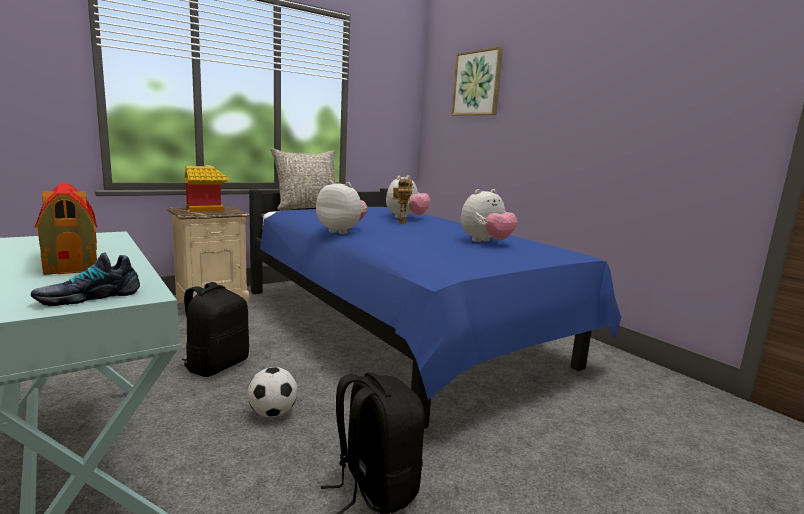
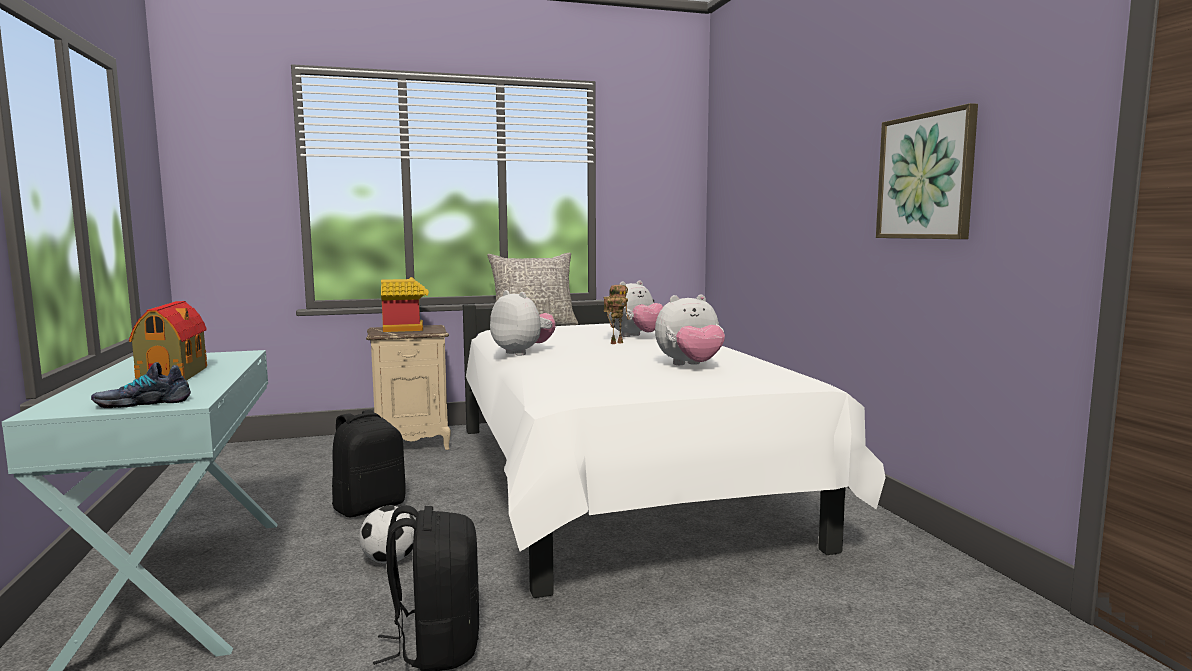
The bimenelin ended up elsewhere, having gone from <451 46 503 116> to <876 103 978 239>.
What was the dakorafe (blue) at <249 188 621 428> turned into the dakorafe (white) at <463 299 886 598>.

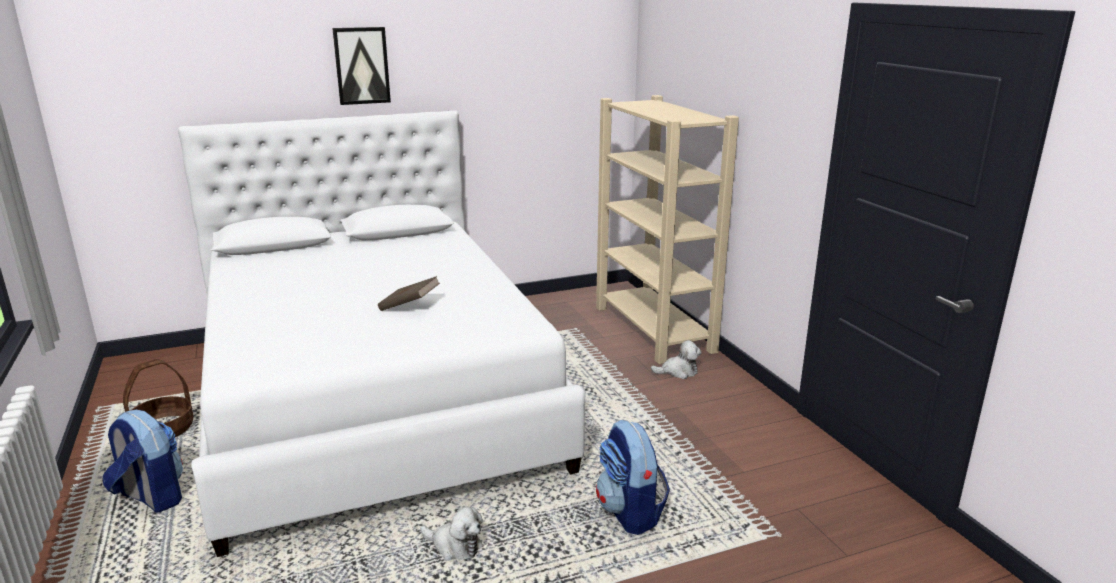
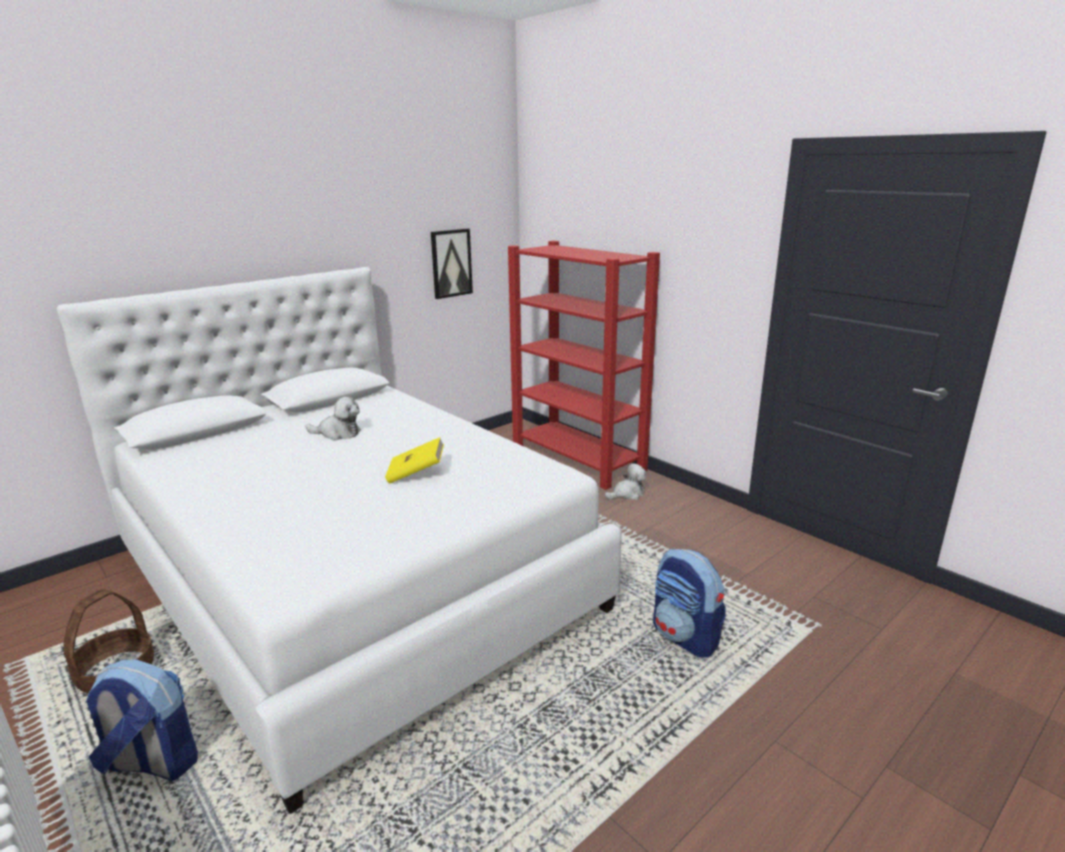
The bimenelin ended up elsewhere, having gone from <332 27 391 105> to <431 228 473 299>.
What was the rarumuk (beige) at <596 95 739 364> turned into the rarumuk (red) at <508 241 660 490>.
What was the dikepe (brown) at <378 276 440 311> turned into the dikepe (yellow) at <385 437 444 484>.
The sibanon ended up elsewhere, having gone from <420 507 483 561> to <305 397 361 441>.

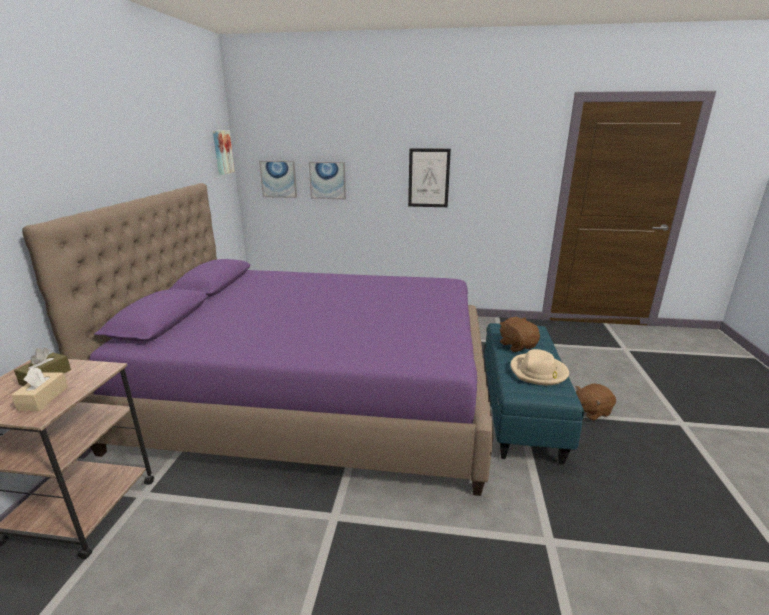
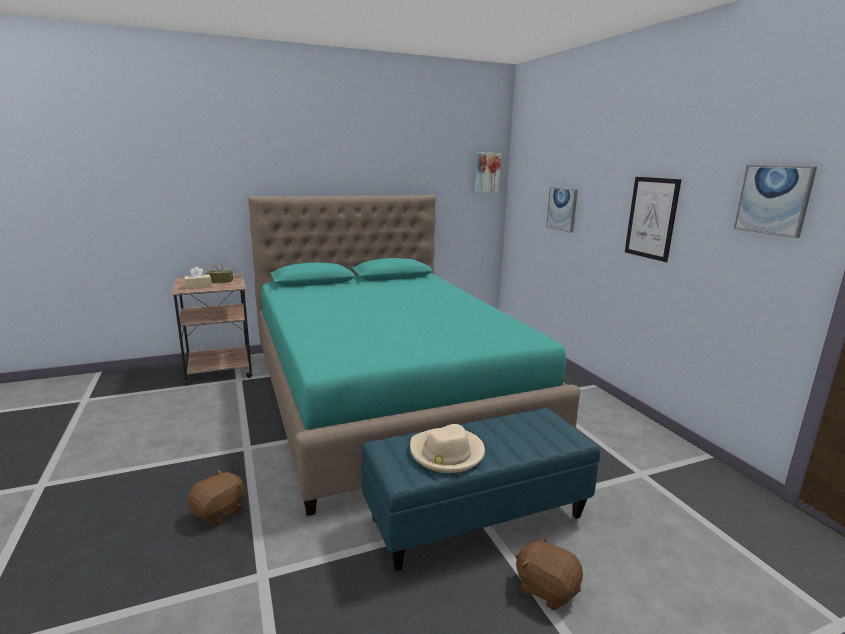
The bimenelin ended up elsewhere, having gone from <259 161 297 198> to <734 165 817 238>.
What was the dakorafe (purple) at <22 183 494 496> turned into the dakorafe (turquoise) at <248 195 581 516>.
The sibanon (brown) ended up elsewhere, having gone from <500 317 540 352> to <188 470 246 526>.

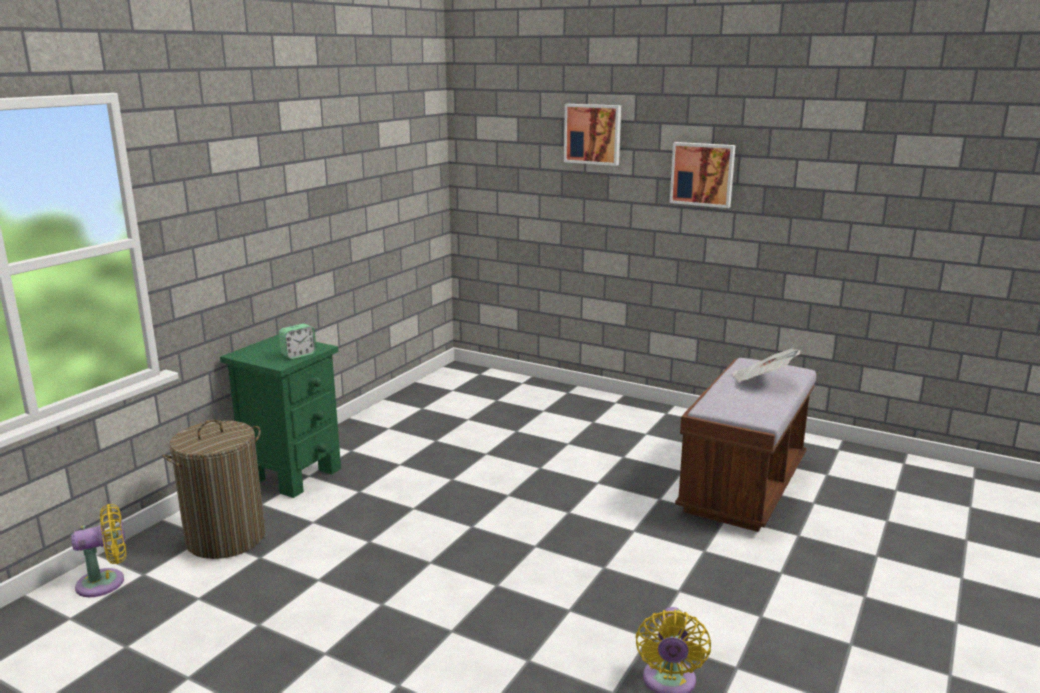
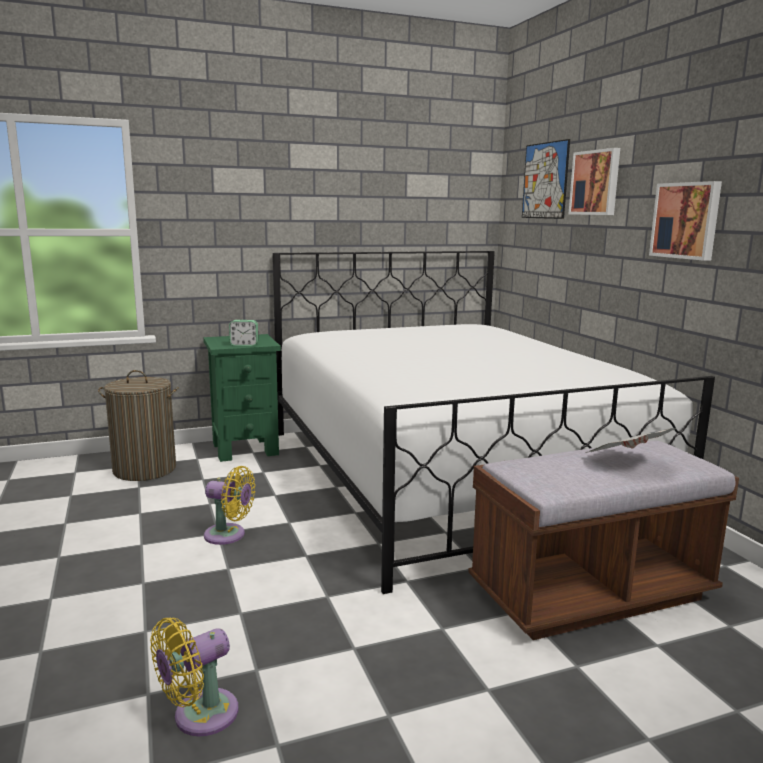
The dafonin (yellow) ended up elsewhere, having gone from <71 504 126 597> to <204 466 255 545>.
The second view gained the bimenelin at <522 139 570 219>.
The second view gained the dakorafe (white) at <272 251 715 594>.

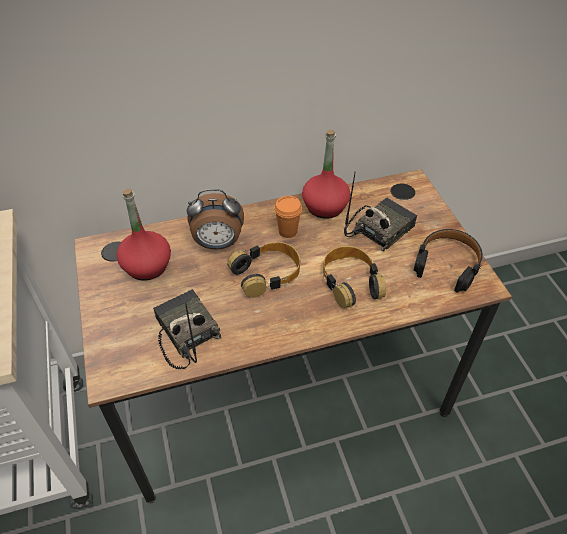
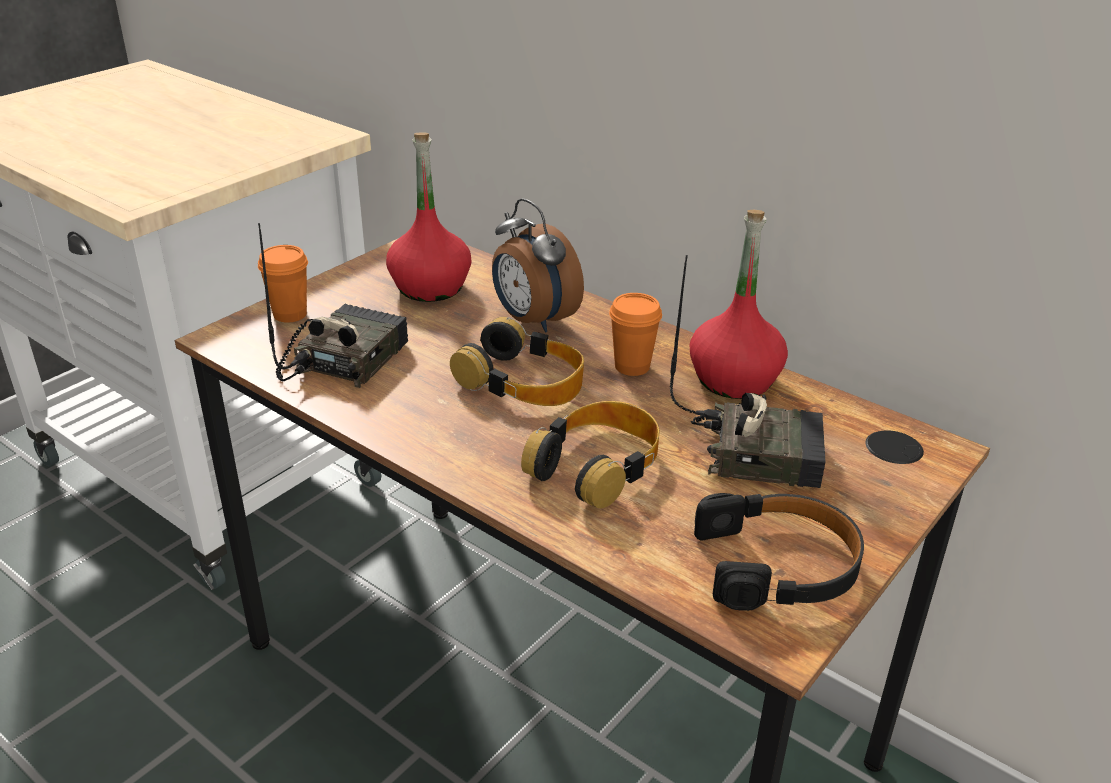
The second view gained the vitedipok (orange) at <258 245 308 323>.

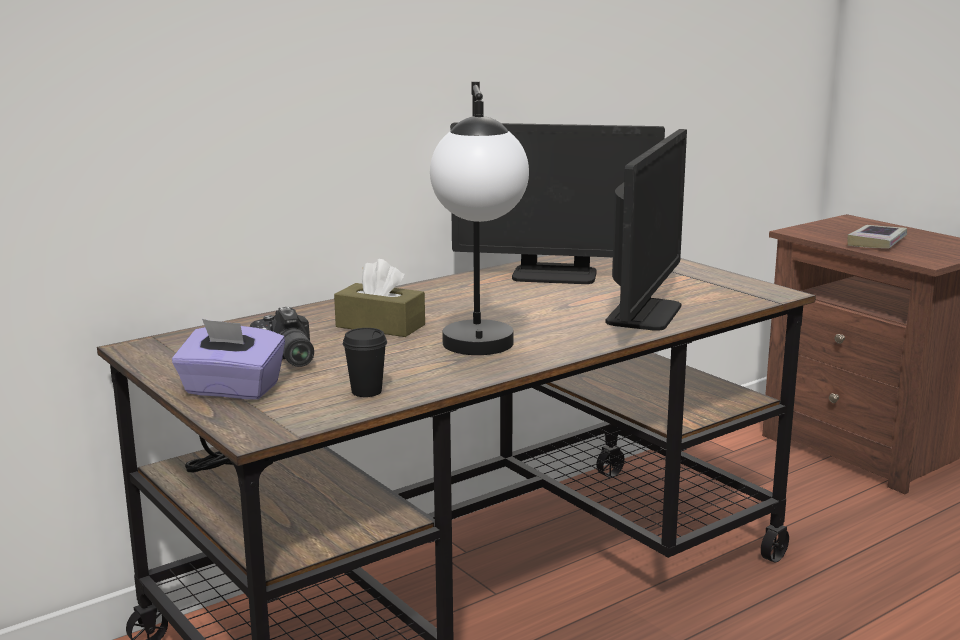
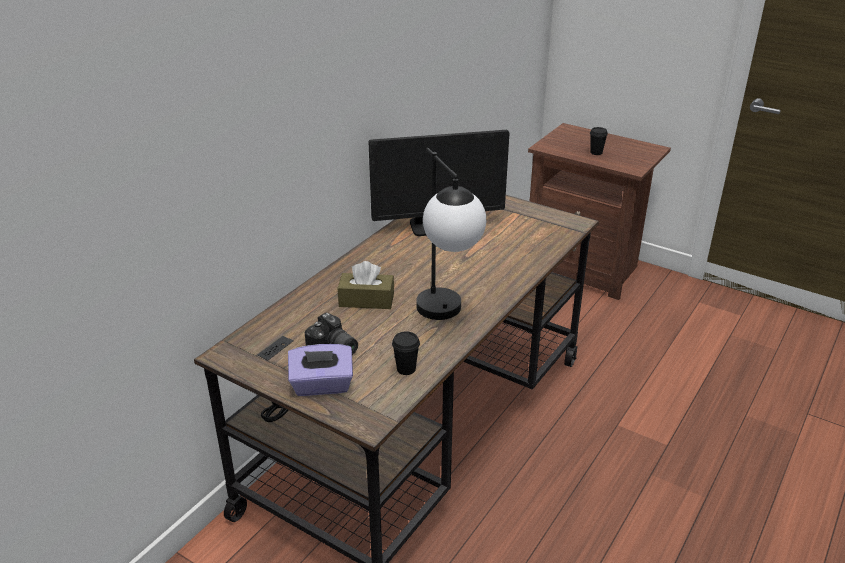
The second view lost the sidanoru at <605 129 687 330>.
Where the dikepe stood at <847 225 907 248>, the vitedipok (black) came to stand at <590 127 608 155>.

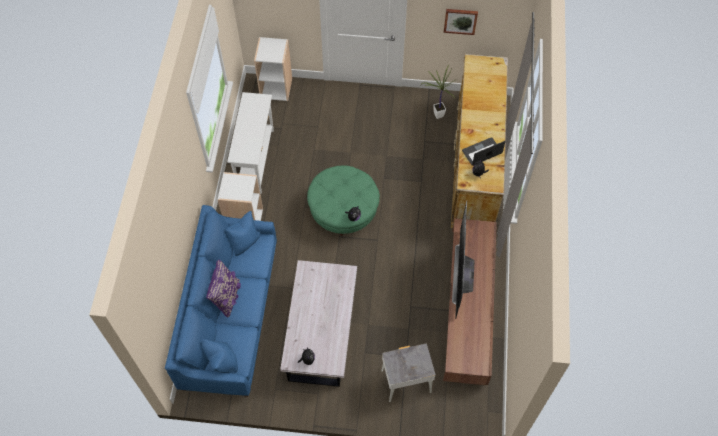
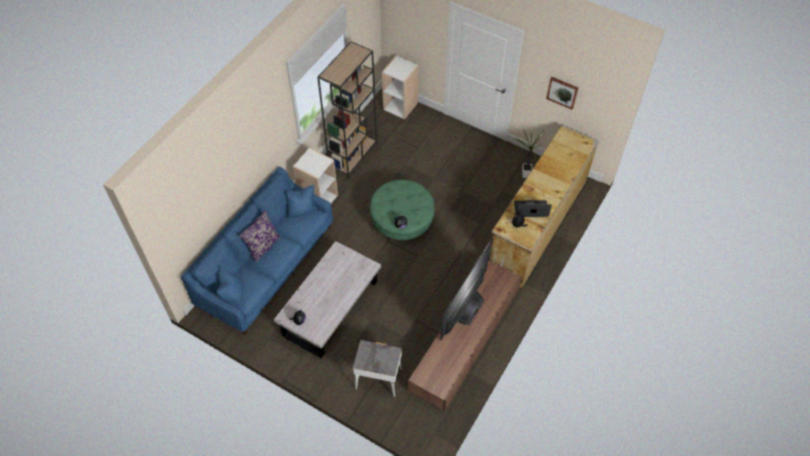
Where the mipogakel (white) stood at <227 92 274 194>, the rarumuk came to stand at <317 41 377 178>.

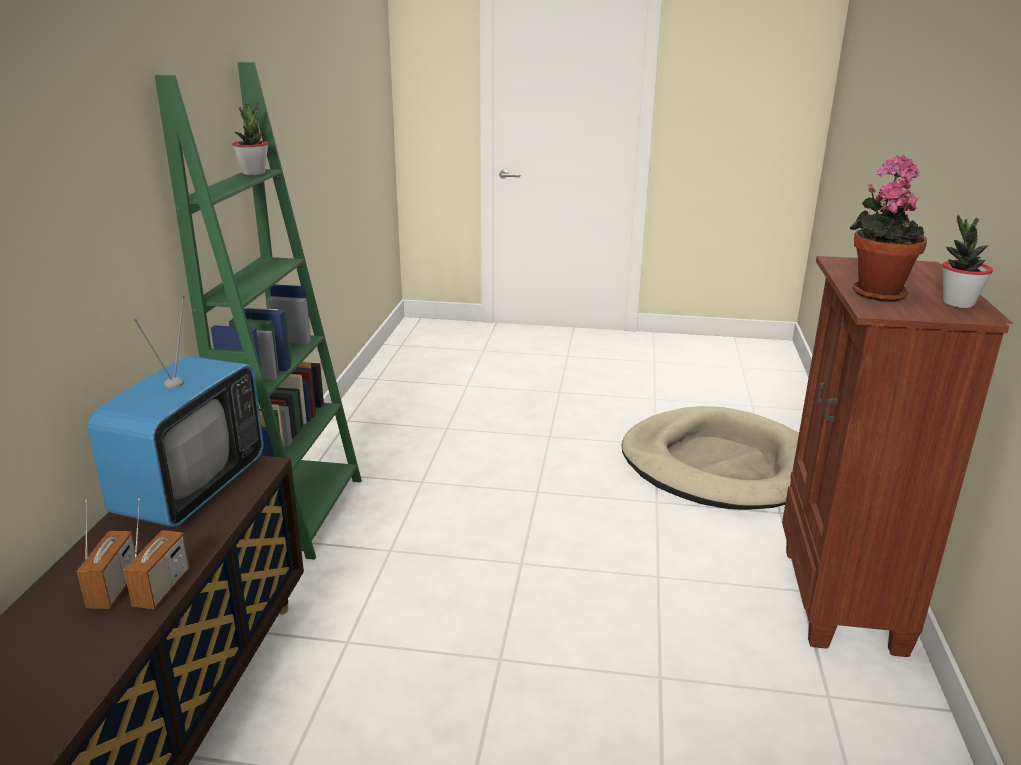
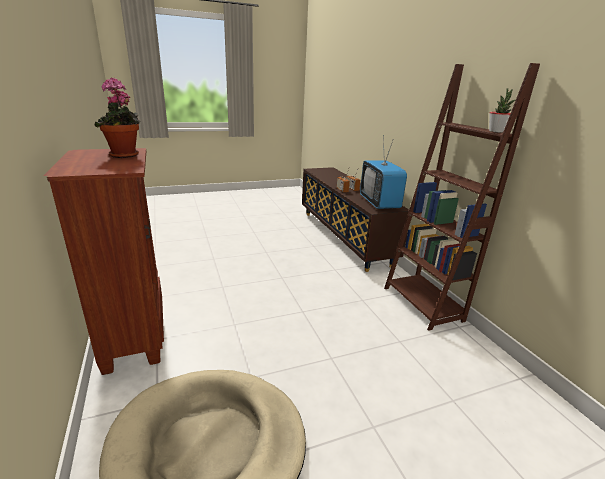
What was the rarumuk (green) at <155 62 362 560> turned into the rarumuk (brown) at <384 63 540 331>.
The second view lost the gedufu at <942 214 993 308>.

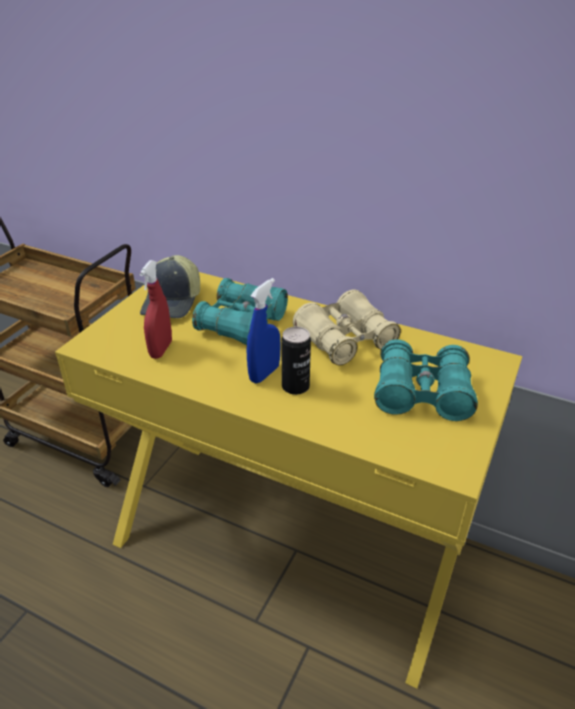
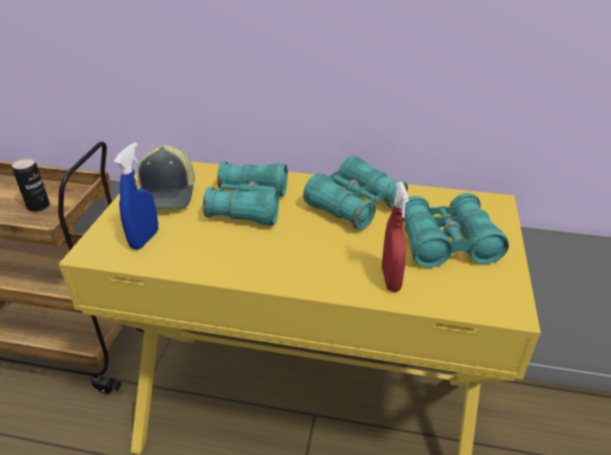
The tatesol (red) ended up elsewhere, having gone from <139 260 172 359> to <382 182 409 292>.
The tatesol (blue) ended up elsewhere, having gone from <247 278 281 383> to <114 142 158 250>.
What was the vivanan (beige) at <293 289 401 366> turned into the vivanan (turquoise) at <303 156 408 230>.
The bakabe ended up elsewhere, having gone from <281 327 311 395> to <12 158 50 212>.

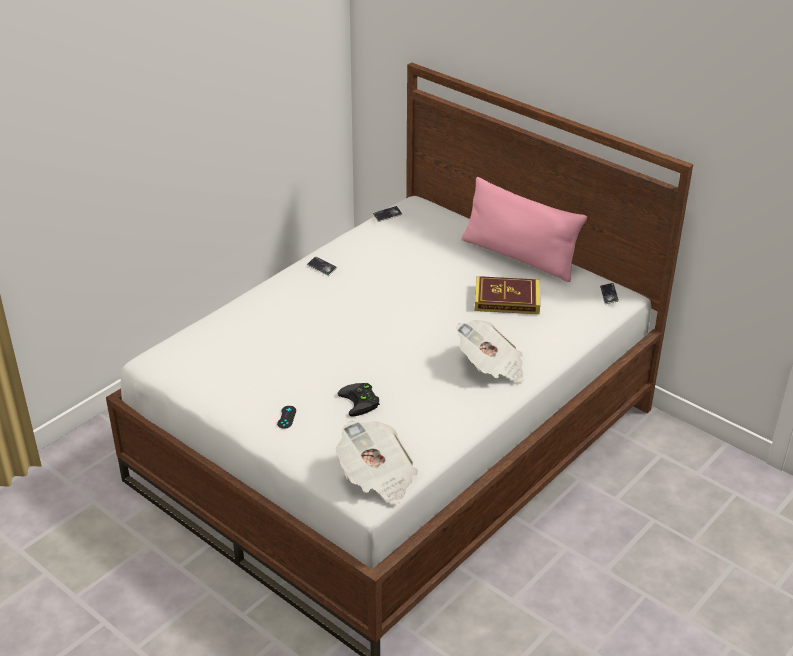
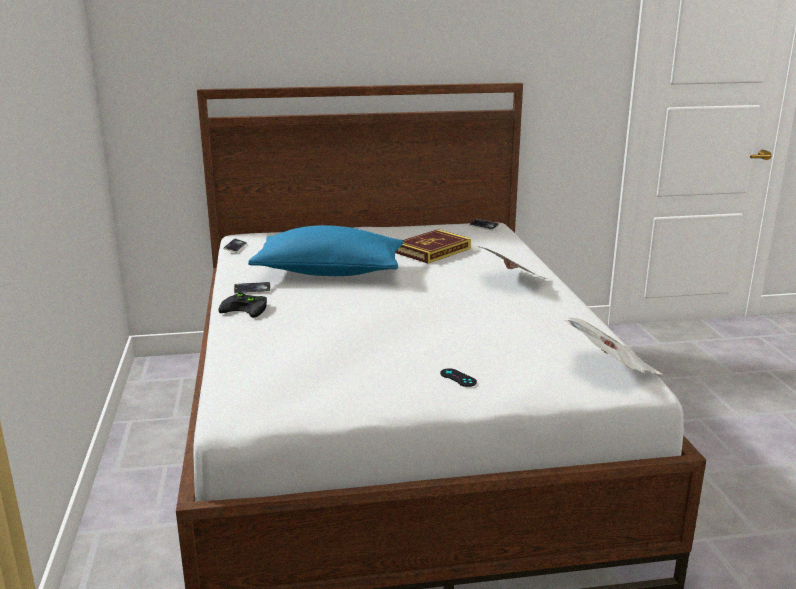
The second view lost the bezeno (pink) at <462 177 587 282>.
The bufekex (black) ended up elsewhere, having gone from <337 383 380 417> to <218 292 267 318>.
The second view gained the bezeno (blue) at <248 225 403 276>.

